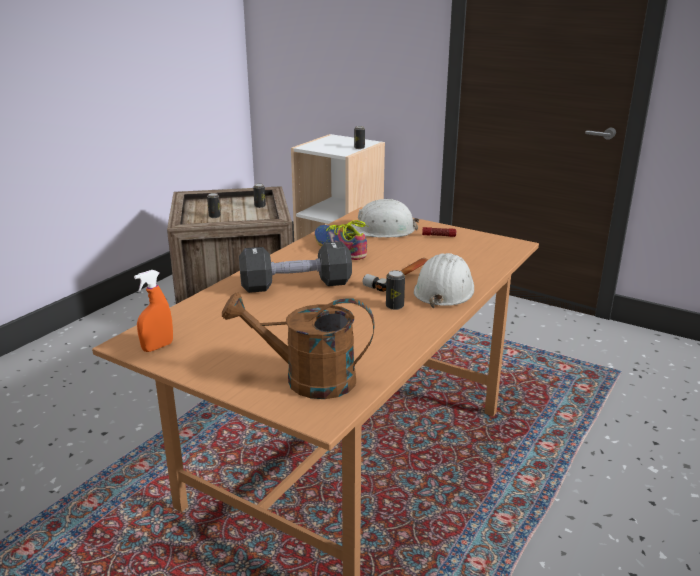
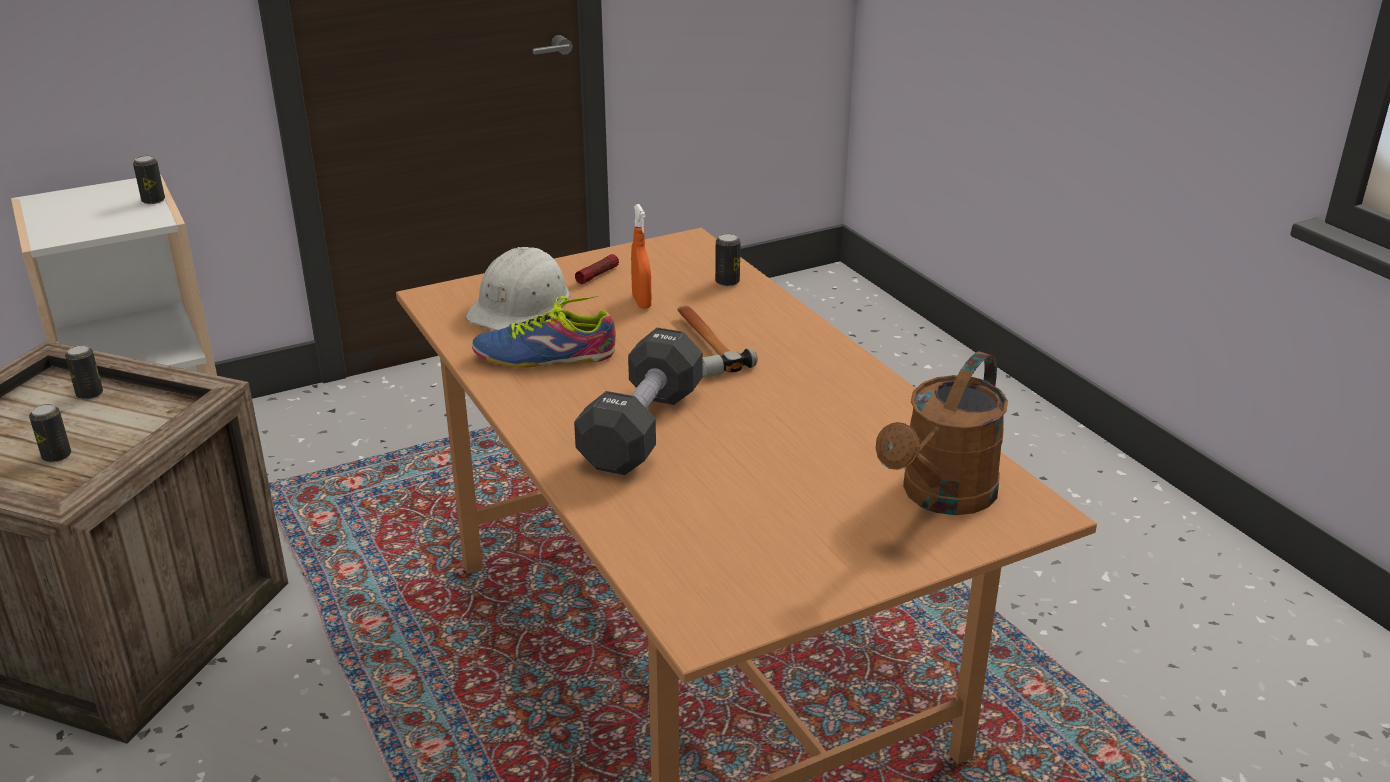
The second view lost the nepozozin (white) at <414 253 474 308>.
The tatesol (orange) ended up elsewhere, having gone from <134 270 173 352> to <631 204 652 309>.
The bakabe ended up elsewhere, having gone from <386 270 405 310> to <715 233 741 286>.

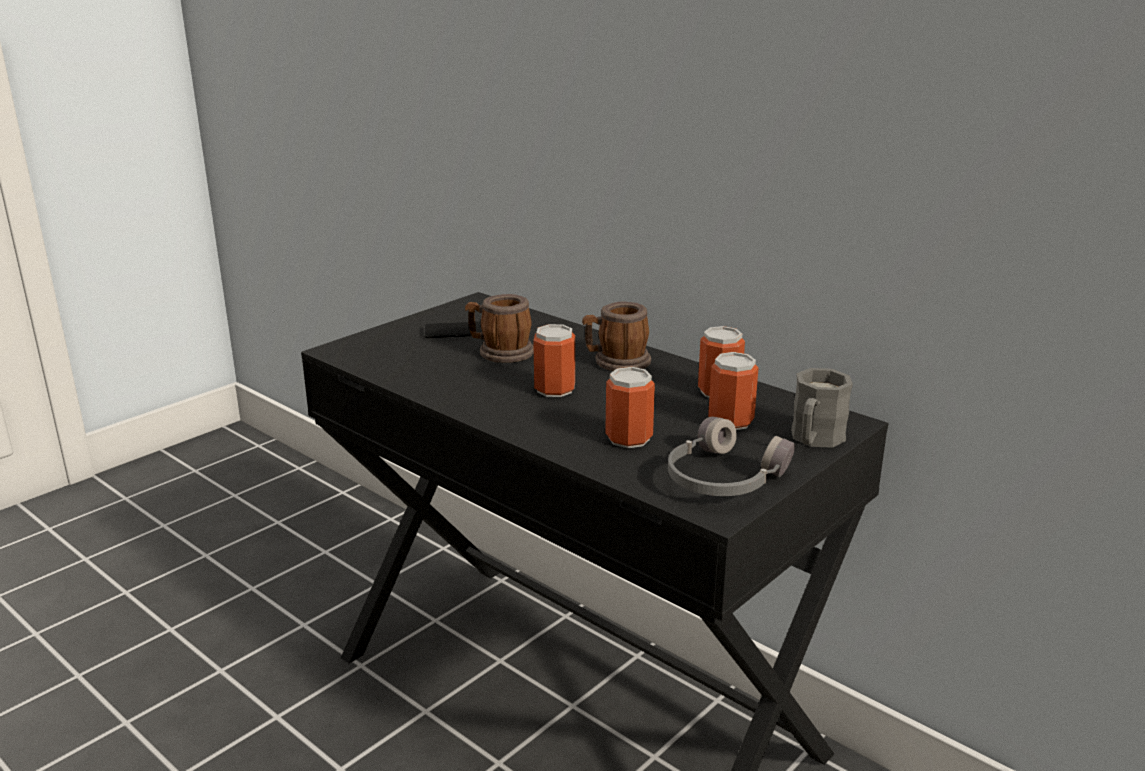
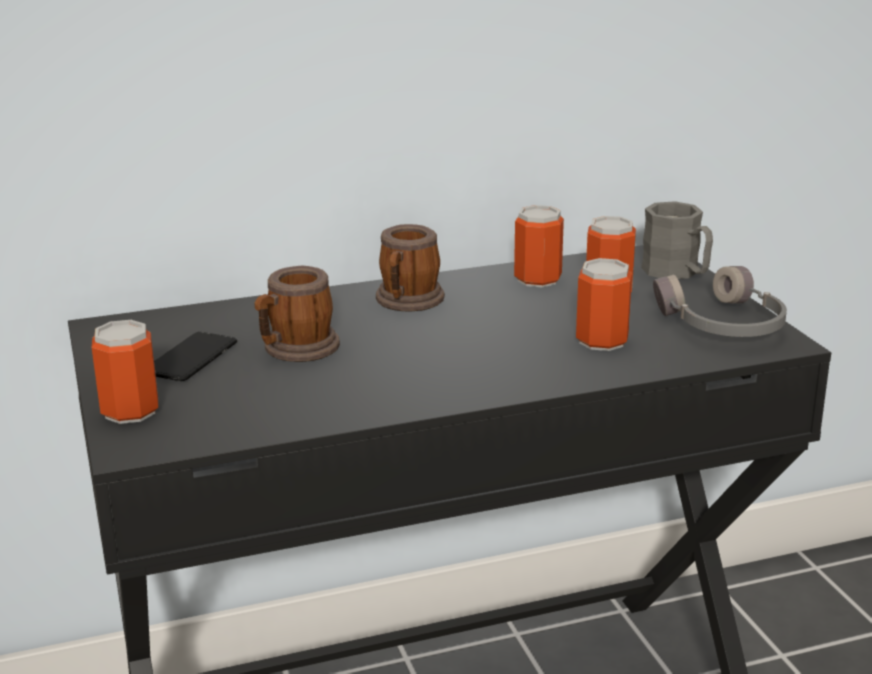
The bakabe ended up elsewhere, having gone from <533 324 575 397> to <92 320 158 424>.

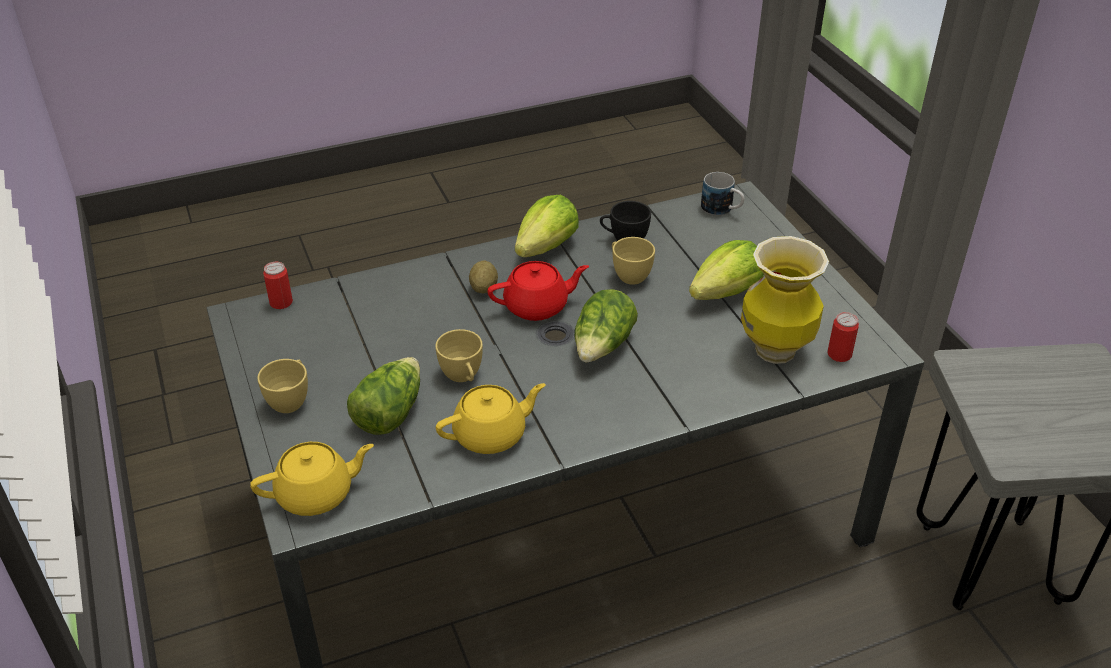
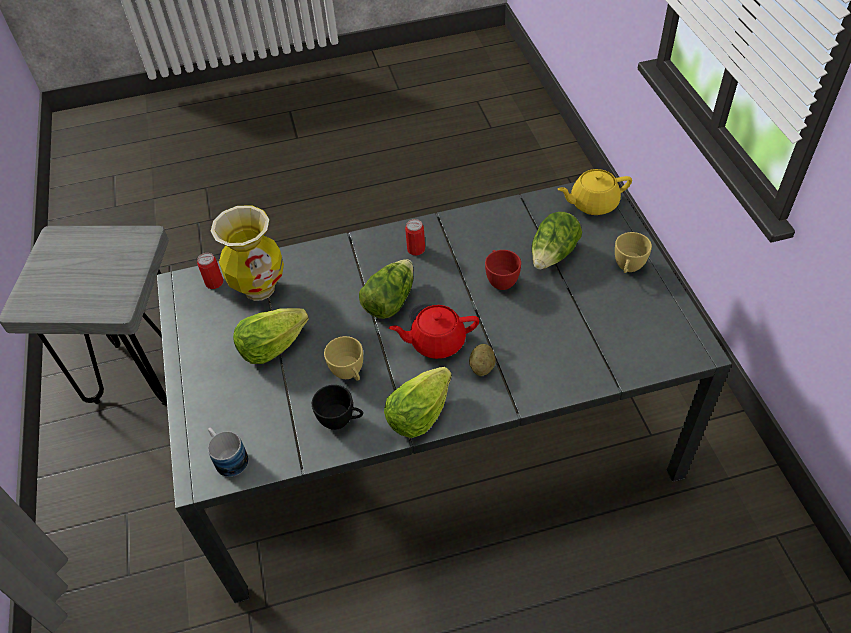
The bakabe ended up elsewhere, having gone from <263 262 293 309> to <405 219 425 255>.
What was the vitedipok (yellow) at <435 329 483 382> turned into the vitedipok (red) at <485 250 521 290>.
The second view lost the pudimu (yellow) at <436 383 545 454>.

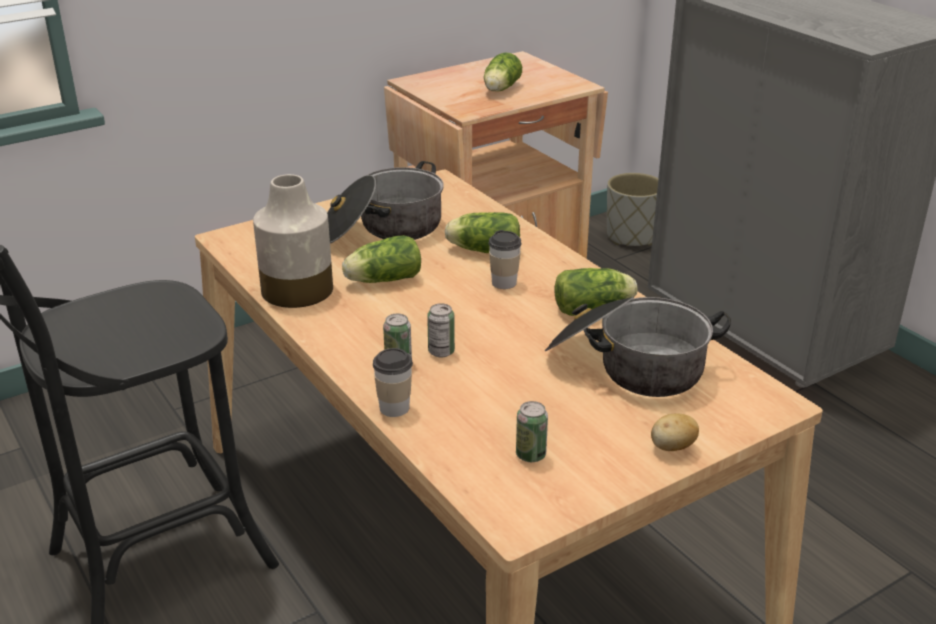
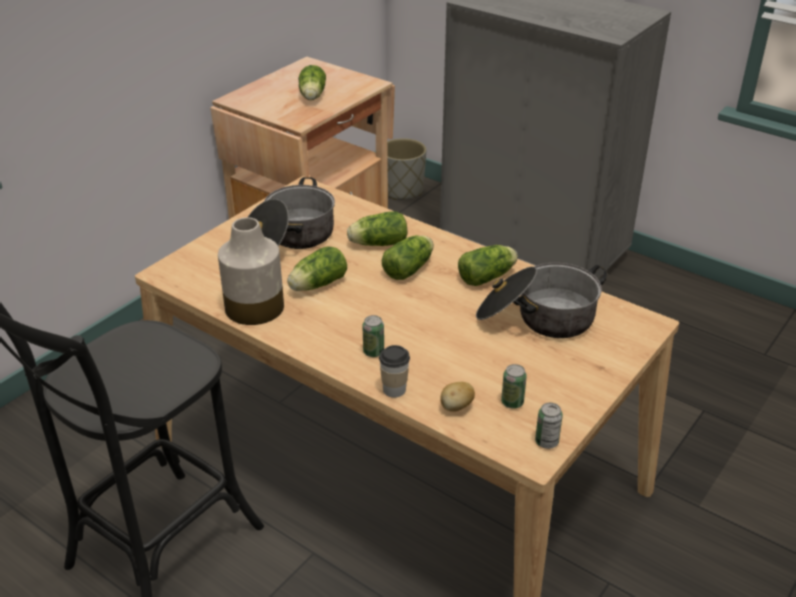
Where the vitedipok stood at <488 230 522 289>, the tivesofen came to stand at <382 235 434 280>.
The bakabe ended up elsewhere, having gone from <427 303 455 357> to <535 403 563 449>.
The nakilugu ended up elsewhere, having gone from <651 413 699 451> to <440 382 475 412>.

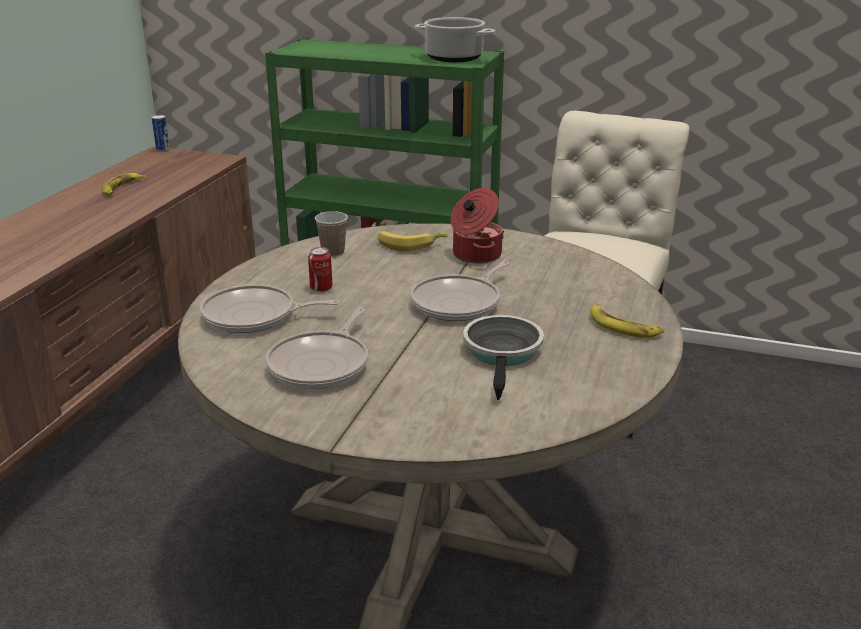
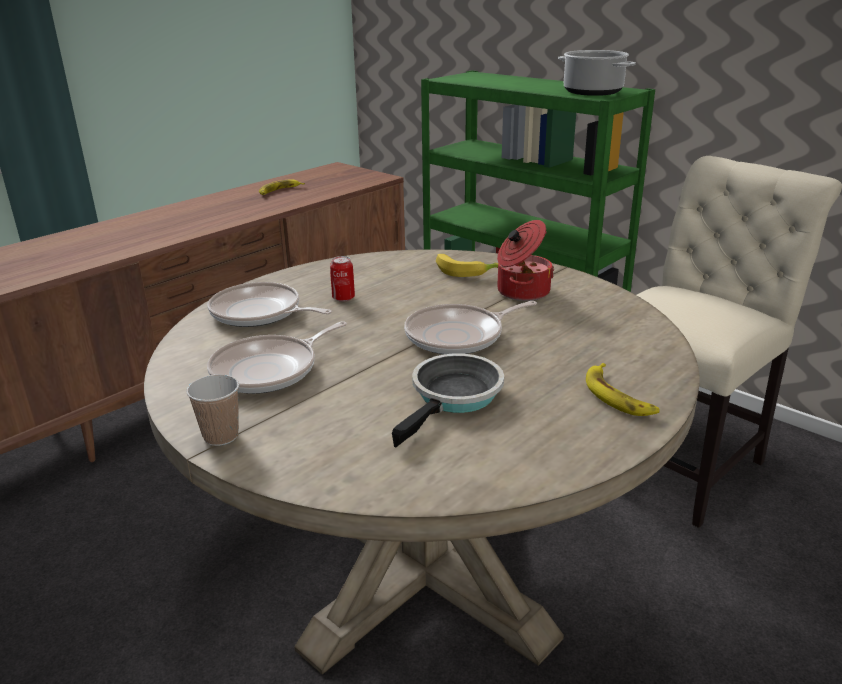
The second view lost the bakabe at <151 115 170 152>.
The vitedipok ended up elsewhere, having gone from <315 211 348 257> to <186 374 239 446>.

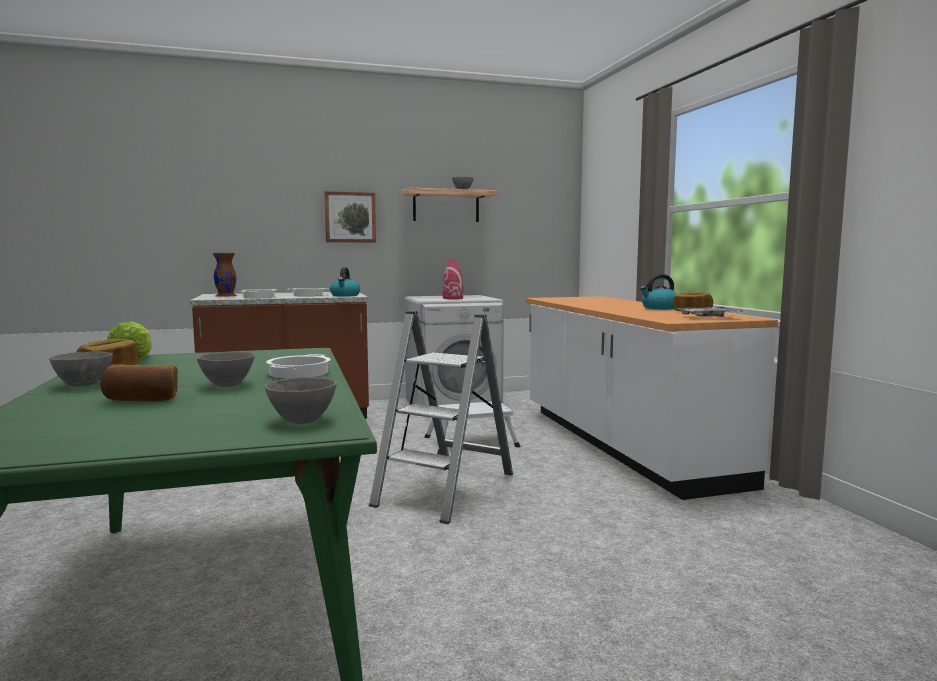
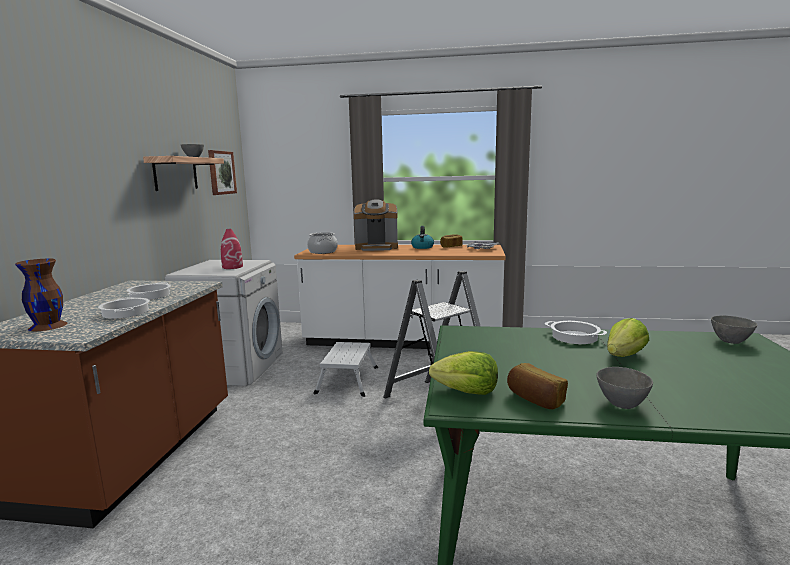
The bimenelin ended up elsewhere, having gone from <324 191 376 243> to <208 150 237 195>.
The second view lost the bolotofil at <330 267 360 297>.
Where the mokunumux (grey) stood at <197 352 255 387>, the tivesofen came to stand at <607 318 649 357>.
The second view lost the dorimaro at <100 364 178 402>.
The second view gained the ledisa at <354 199 398 251>.
The second view gained the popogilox at <307 232 337 254>.

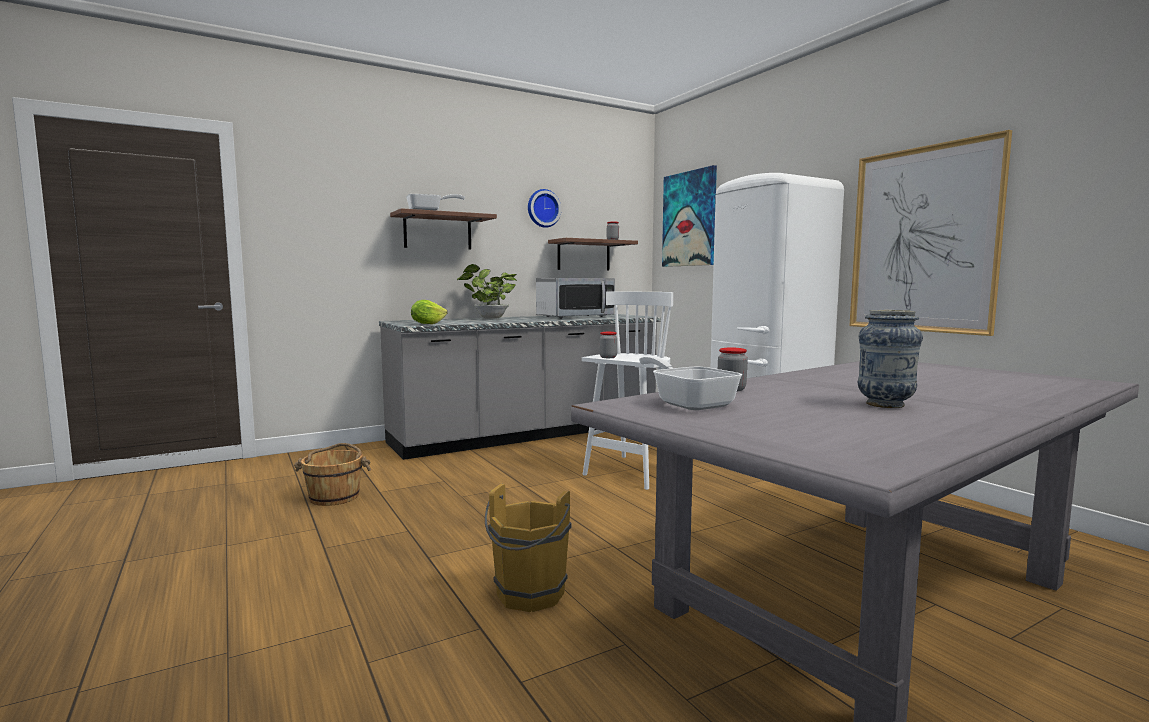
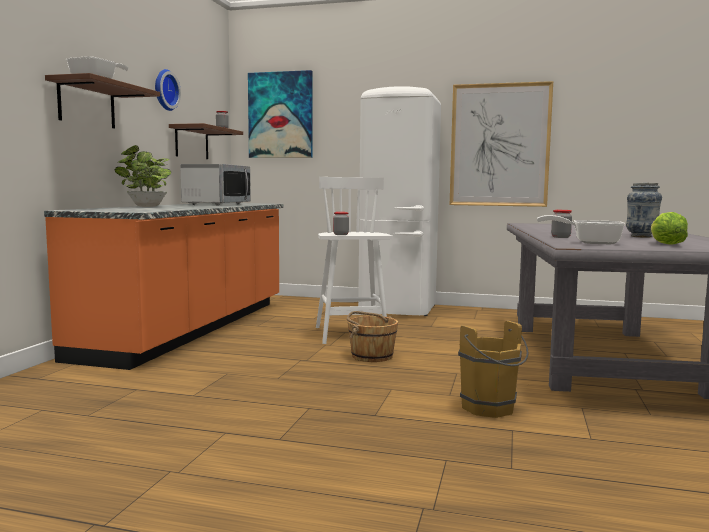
The tivesofen ended up elsewhere, having gone from <411 300 447 324> to <651 212 688 245>.
What was the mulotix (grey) at <379 314 661 460> turned into the mulotix (orange) at <44 203 283 370>.
The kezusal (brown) ended up elsewhere, having gone from <294 443 371 506> to <347 311 398 362>.

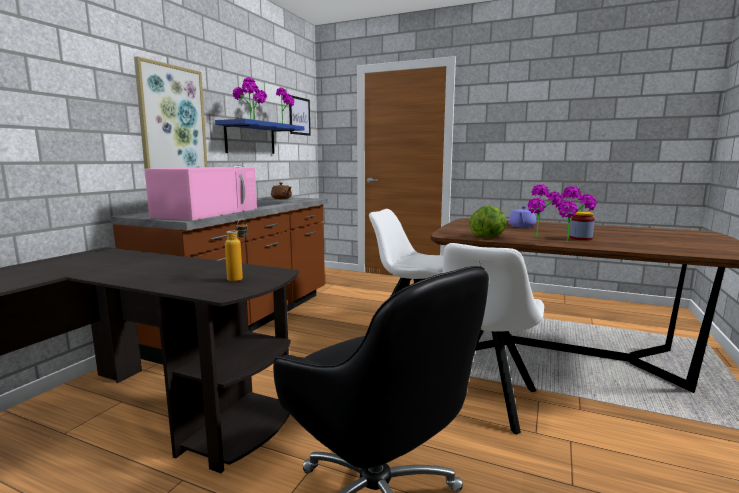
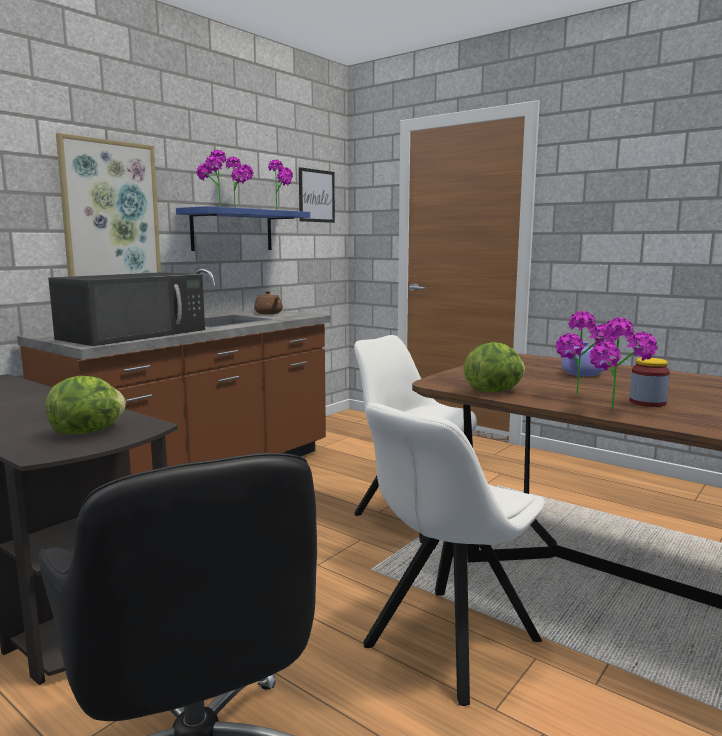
What was the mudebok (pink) at <144 167 257 220> turned into the mudebok (black) at <48 272 205 346>.
Where the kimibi stood at <225 219 248 282>, the tivesofen came to stand at <46 376 126 434>.

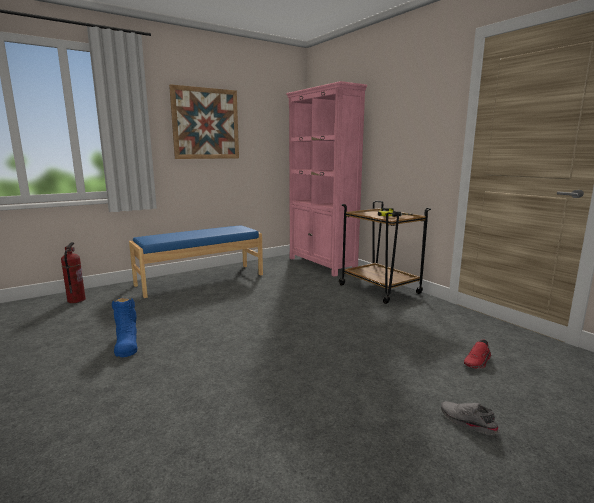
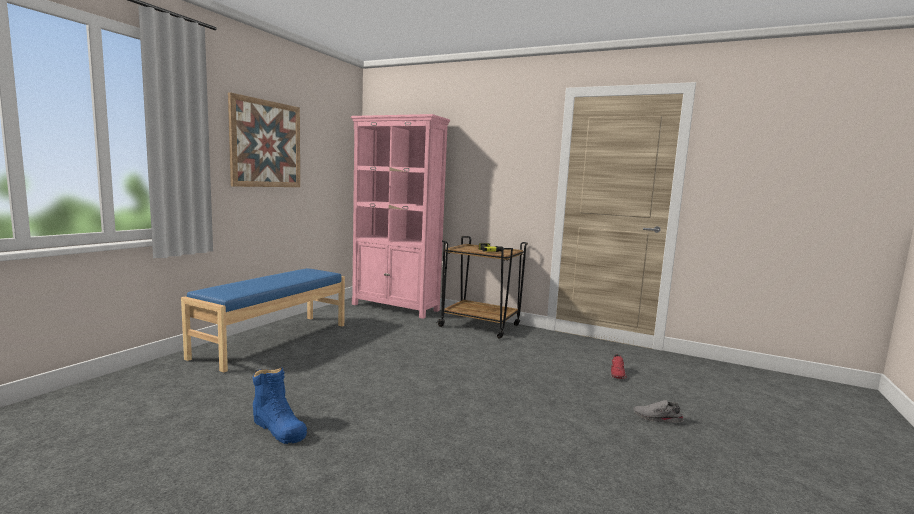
The second view lost the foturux at <61 242 86 303>.

